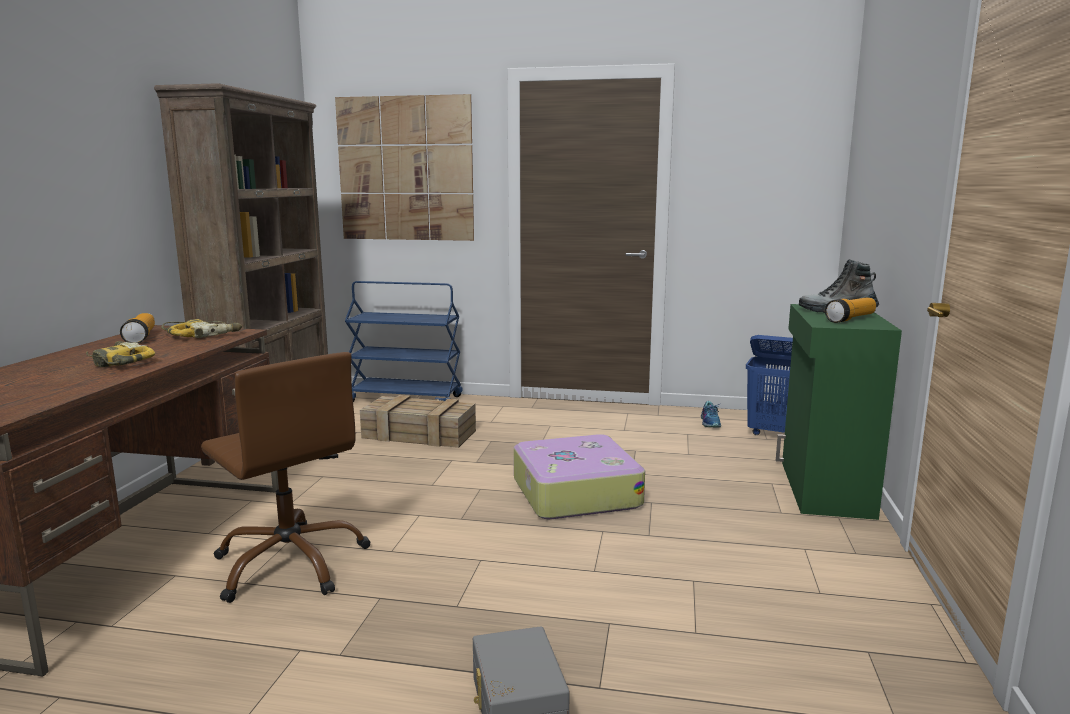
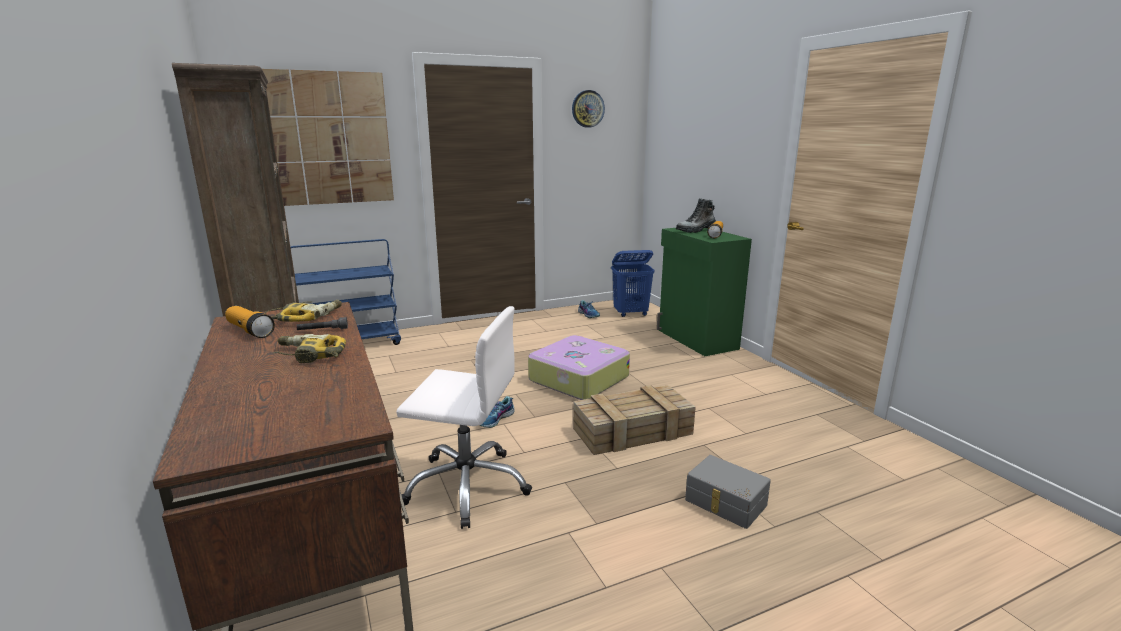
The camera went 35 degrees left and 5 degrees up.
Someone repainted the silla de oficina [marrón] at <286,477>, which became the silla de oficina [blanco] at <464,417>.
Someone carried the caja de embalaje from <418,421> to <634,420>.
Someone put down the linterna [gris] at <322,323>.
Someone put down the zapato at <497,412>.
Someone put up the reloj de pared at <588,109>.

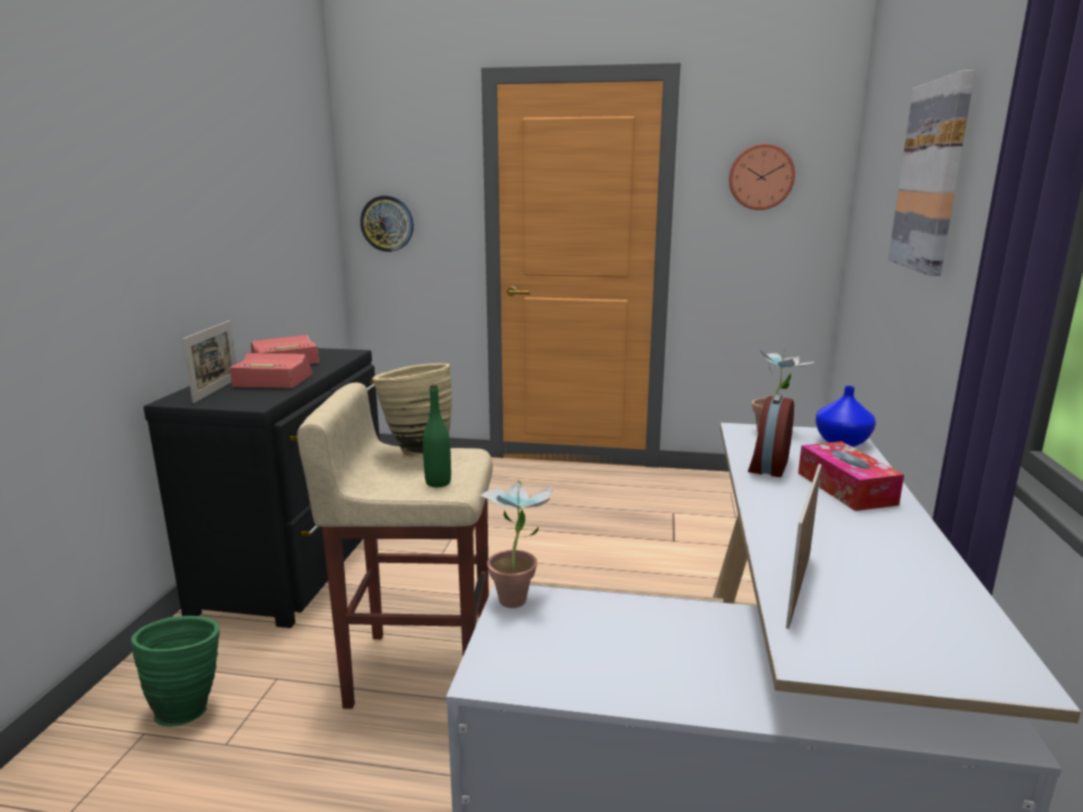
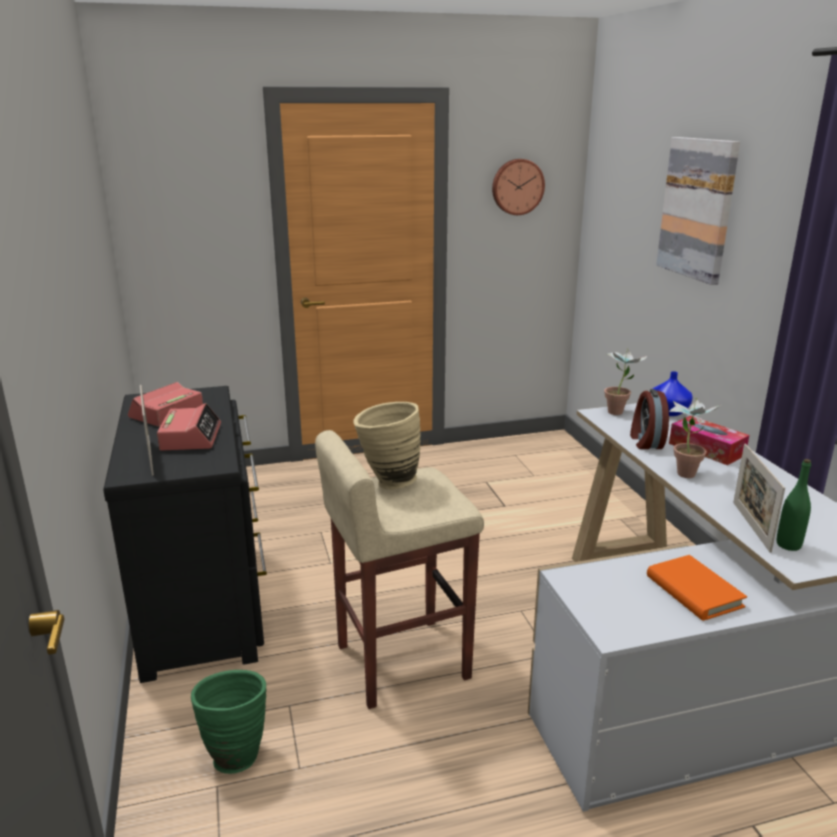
The camera went 25 degrees left and 5 degrees up.
Someone rotated the despertador at <271,370> by 105 degrees clockwise.
Someone took away the reloj de pared at <387,224>.
Someone carried the botella [verde] from <437,435> to <794,505>.
Someone carried the planta en maceta from <515,544> to <695,437>.
Someone put down the libro [naranja] at <697,588>.

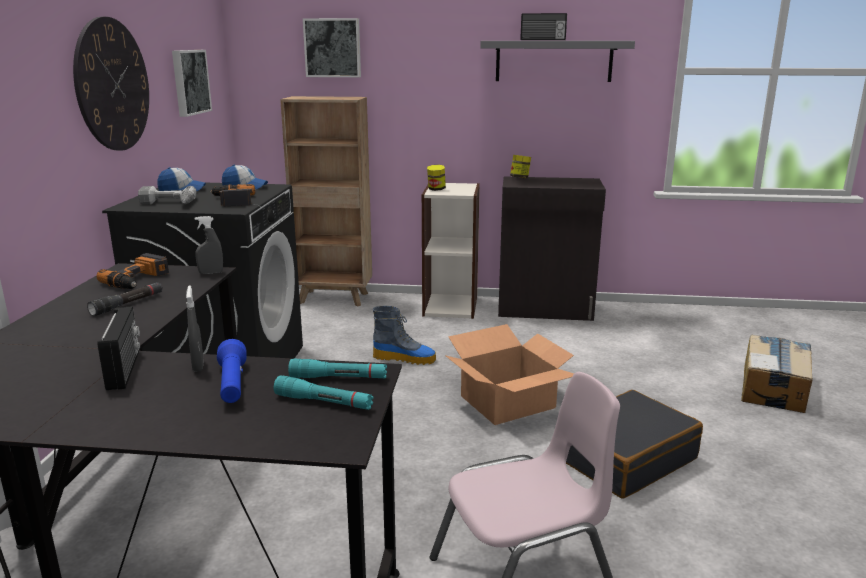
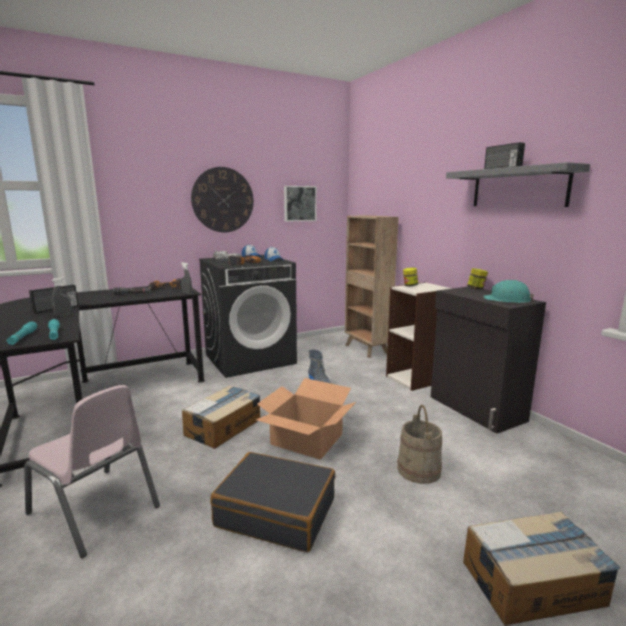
The camera went 55 degrees right and 5 degrees down.
Someone took away the linterna [azul] at <232,371>.
Someone took away the cuadro at <332,47>.
Someone put down the caja de cartón at <221,417>.
Someone put down the cubo [beis] at <419,444>.
Someone put down the casco [turquesa] at <508,291>.

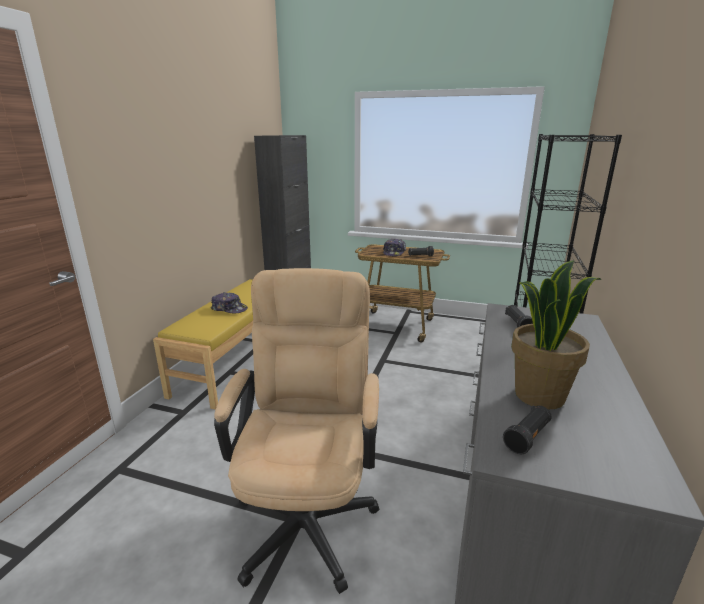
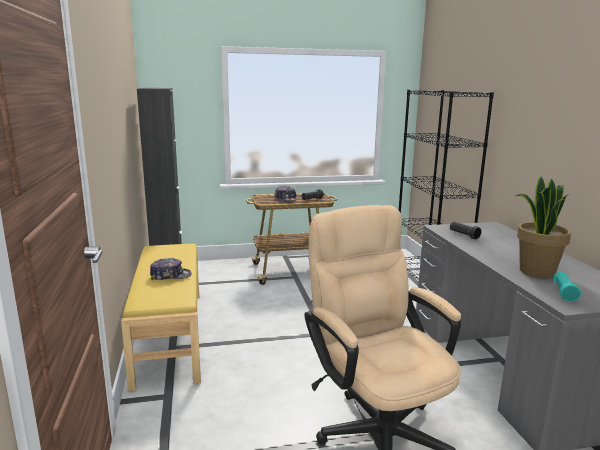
The camera went 30 degrees left and 5 degrees down.
Someone repainted the linterna [negro] at <527,430>, which became the linterna [turquesa] at <567,287>.

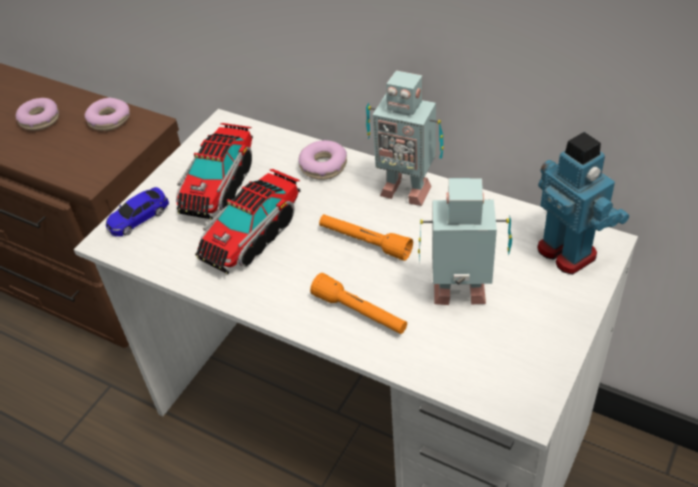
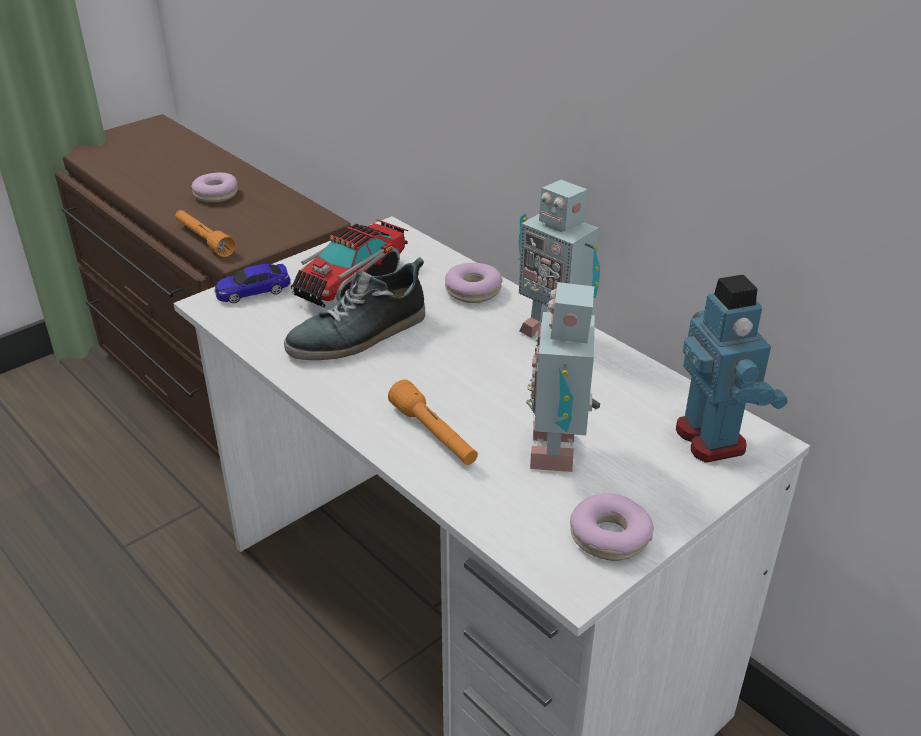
The camera went 15 degrees right and 10 degrees down.
Someone carried the rosquilla from <107,114> to <612,527>.
Someone swapped the camión de juguete at <247,221> for the zapato at <354,308>.
Someone carried the linterna [naranja] from <366,237> to <205,233>.
Someone rotated the robot de juguete at <465,241> by 105 degrees counterclockwise.

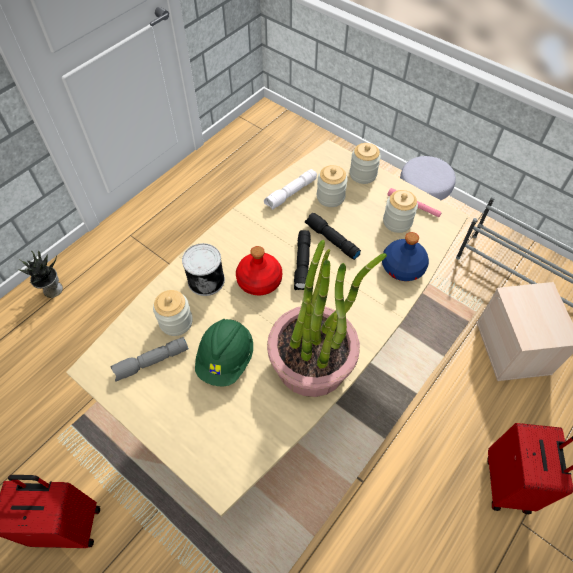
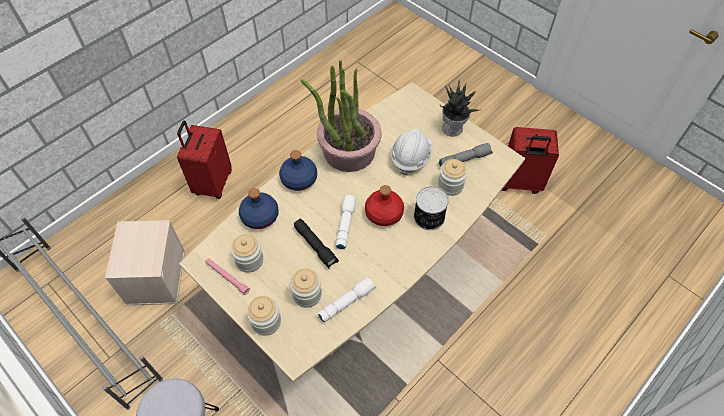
The camera went 175 degrees left and 0 degrees up.
Someone carried the planta en maceta from <40,274> to <461,108>.
Someone repainted the casco [verde] at <224,352>, which became the casco [blanco] at <411,152>.
Someone repainted the linterna [negro] at <302,260>, which became the linterna [blanco] at <345,222>.
Someone put down the botella [azul] at <298,170>.

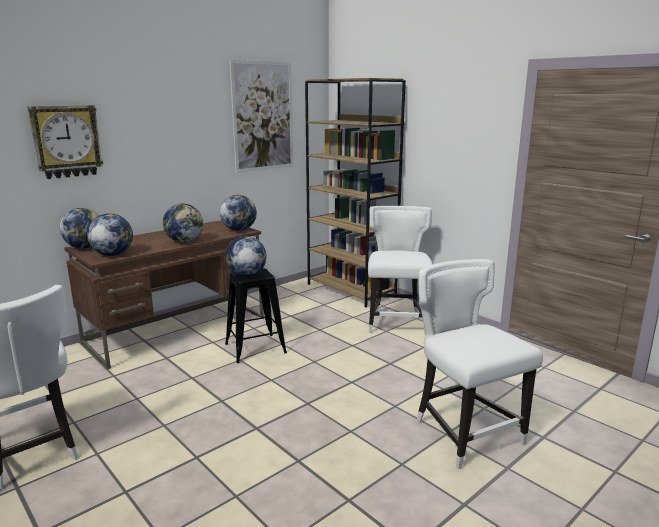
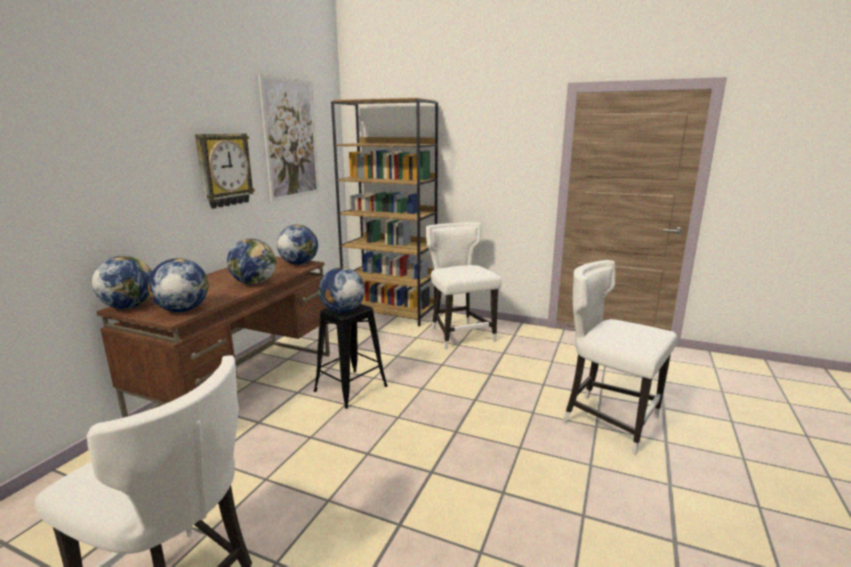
The camera went 25 degrees left and 0 degrees up.
Someone carried the reloj de pared from <65,142> to <225,171>.

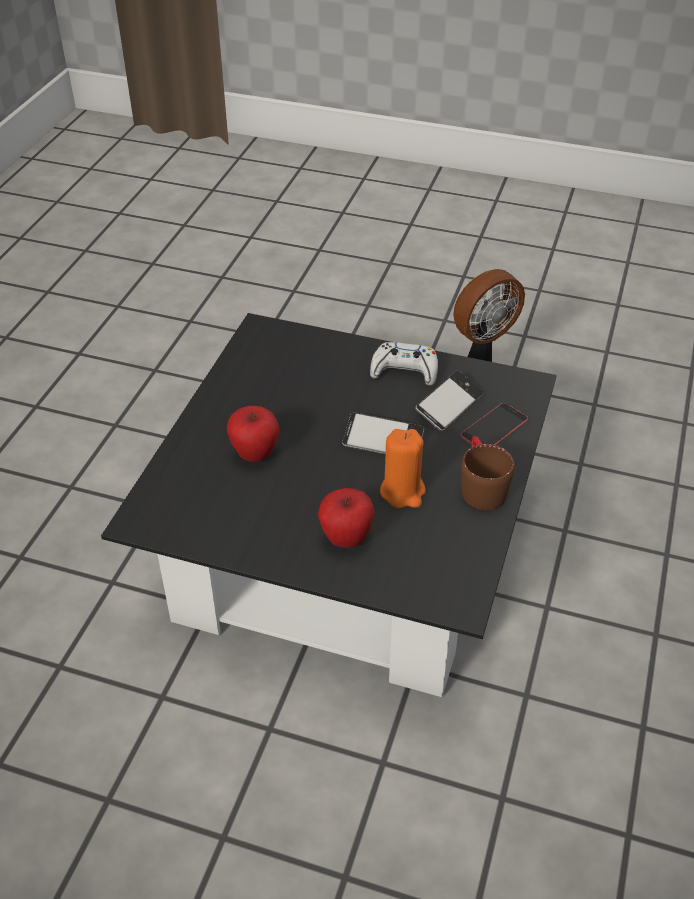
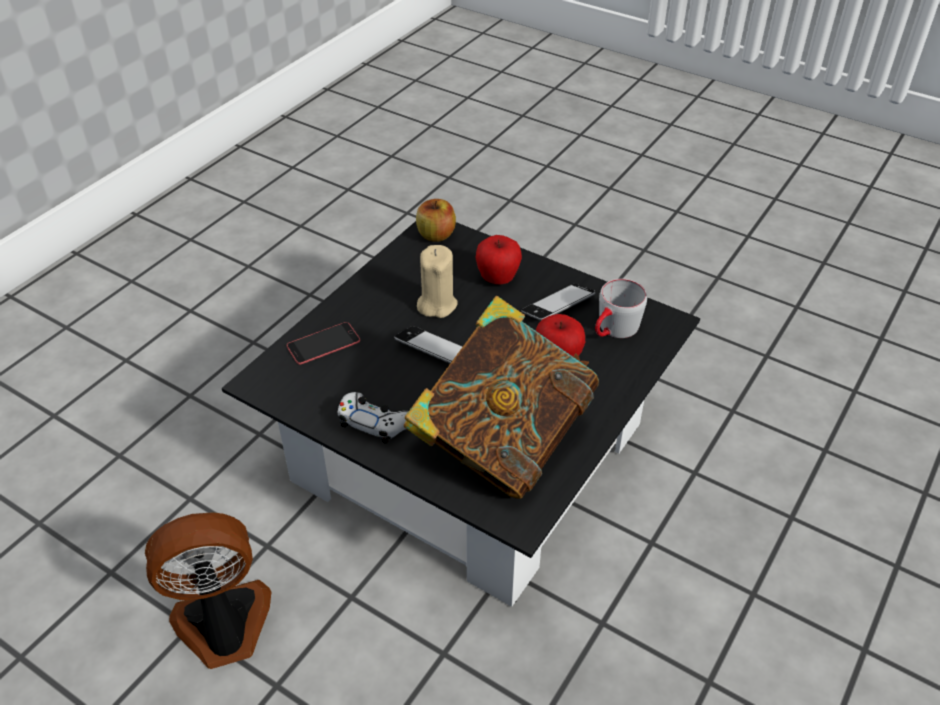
The camera went 165 degrees left and 0 degrees up.
Someone repainted the vela [naranja] at <403,469>, which became the vela [beis] at <437,281>.
Someone carried the móvil from <449,401> to <558,302>.
Someone took away the taza grande [marrón] at <488,473>.
Someone put down the libro at <501,397>.
Someone put down the manzana at <436,220>.
Someone put down the taza grande [gris] at <621,308>.

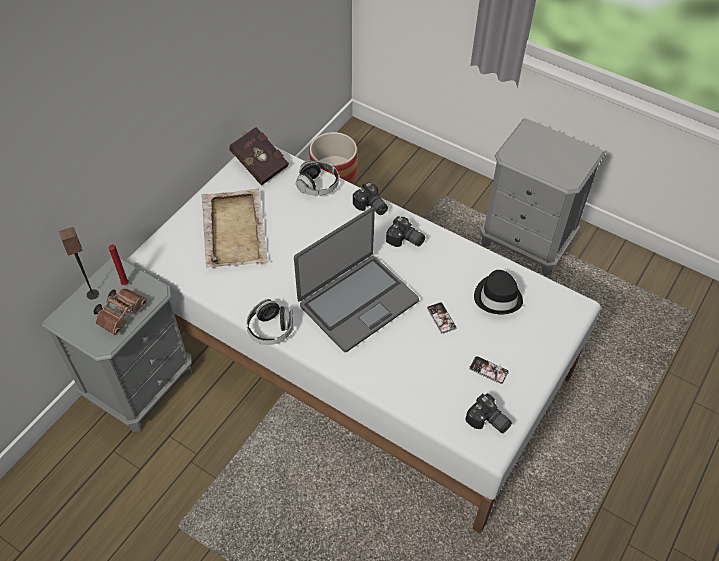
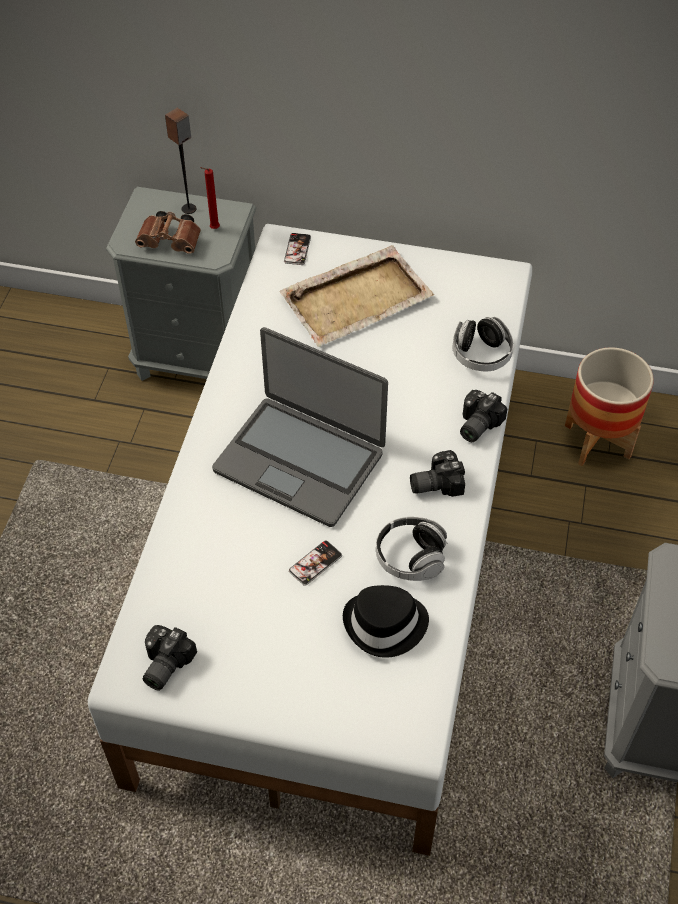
The camera went 70 degrees right and 0 degrees up.
Someone took away the libro [rojo] at <259,156>.
Someone carried the auriculares from <269,322> to <412,549>.
Someone rotated the cámara at <405,231> by 60 degrees clockwise.
Someone carried the móvil from <489,370> to <297,249>.

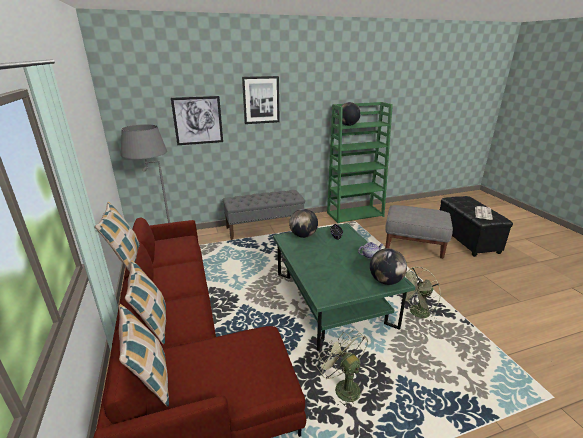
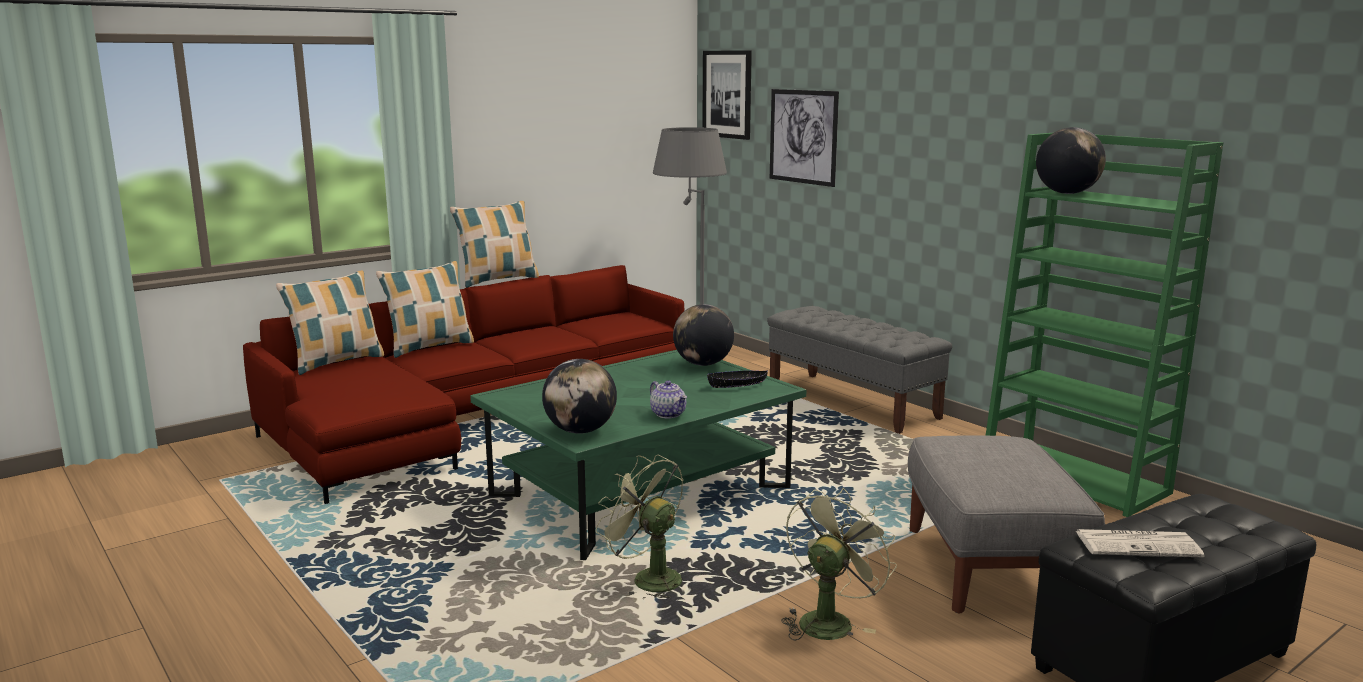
The camera went 70 degrees right and 10 degrees down.
Someone carried the cuadro from <261,100> to <727,95>.
Someone carried the ventilador [verde] from <342,369> to <839,564>.

